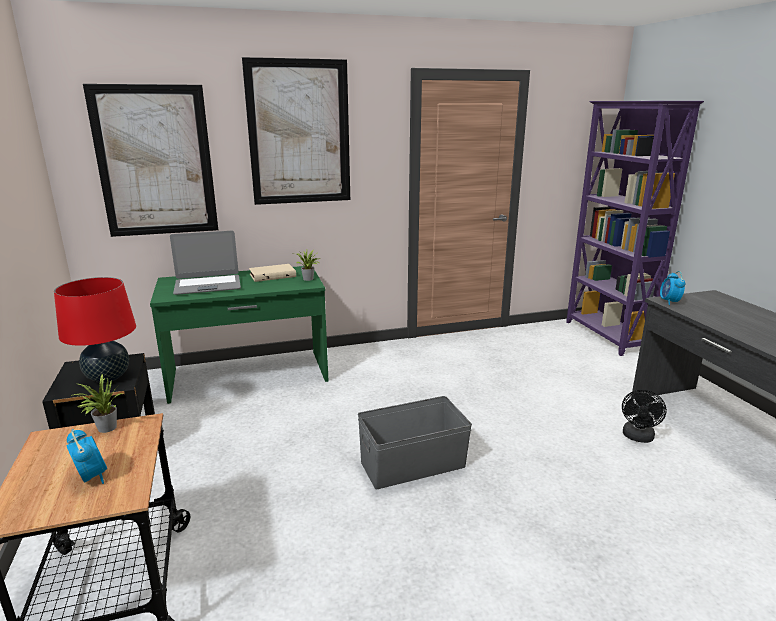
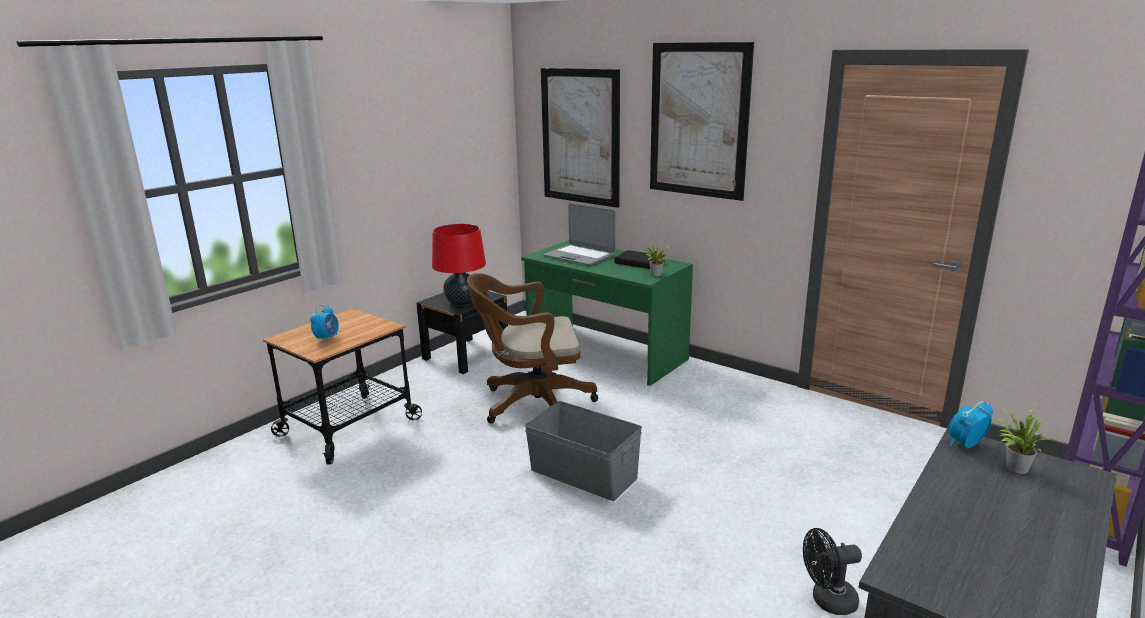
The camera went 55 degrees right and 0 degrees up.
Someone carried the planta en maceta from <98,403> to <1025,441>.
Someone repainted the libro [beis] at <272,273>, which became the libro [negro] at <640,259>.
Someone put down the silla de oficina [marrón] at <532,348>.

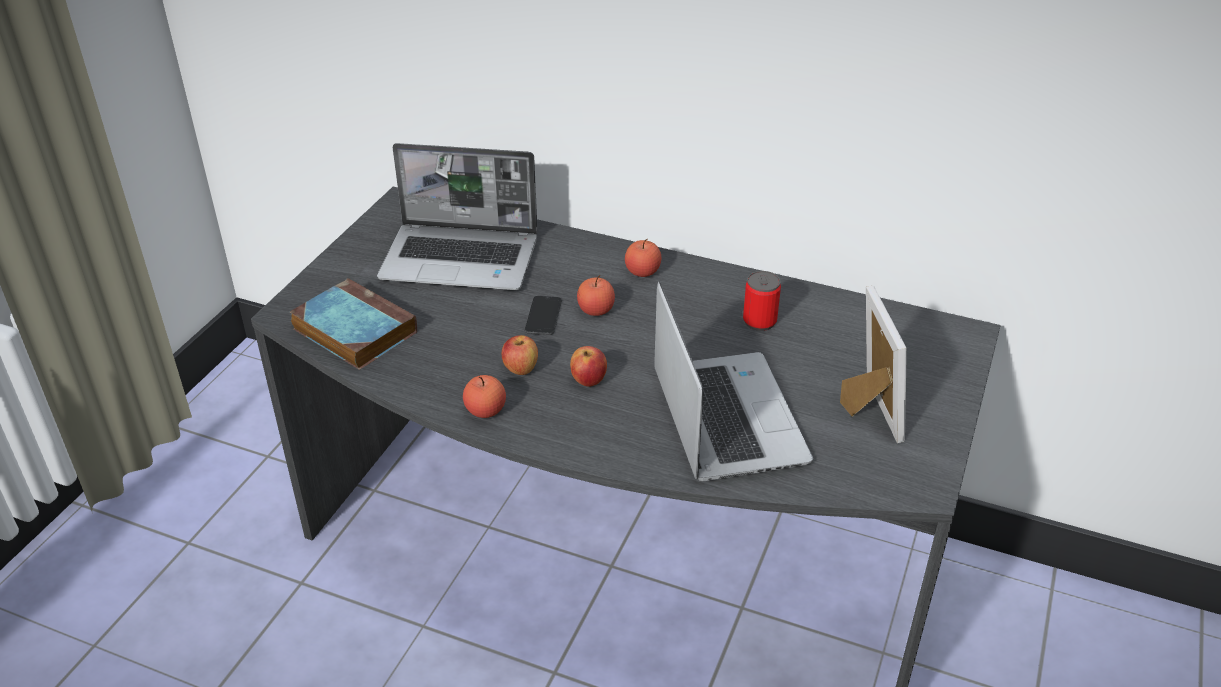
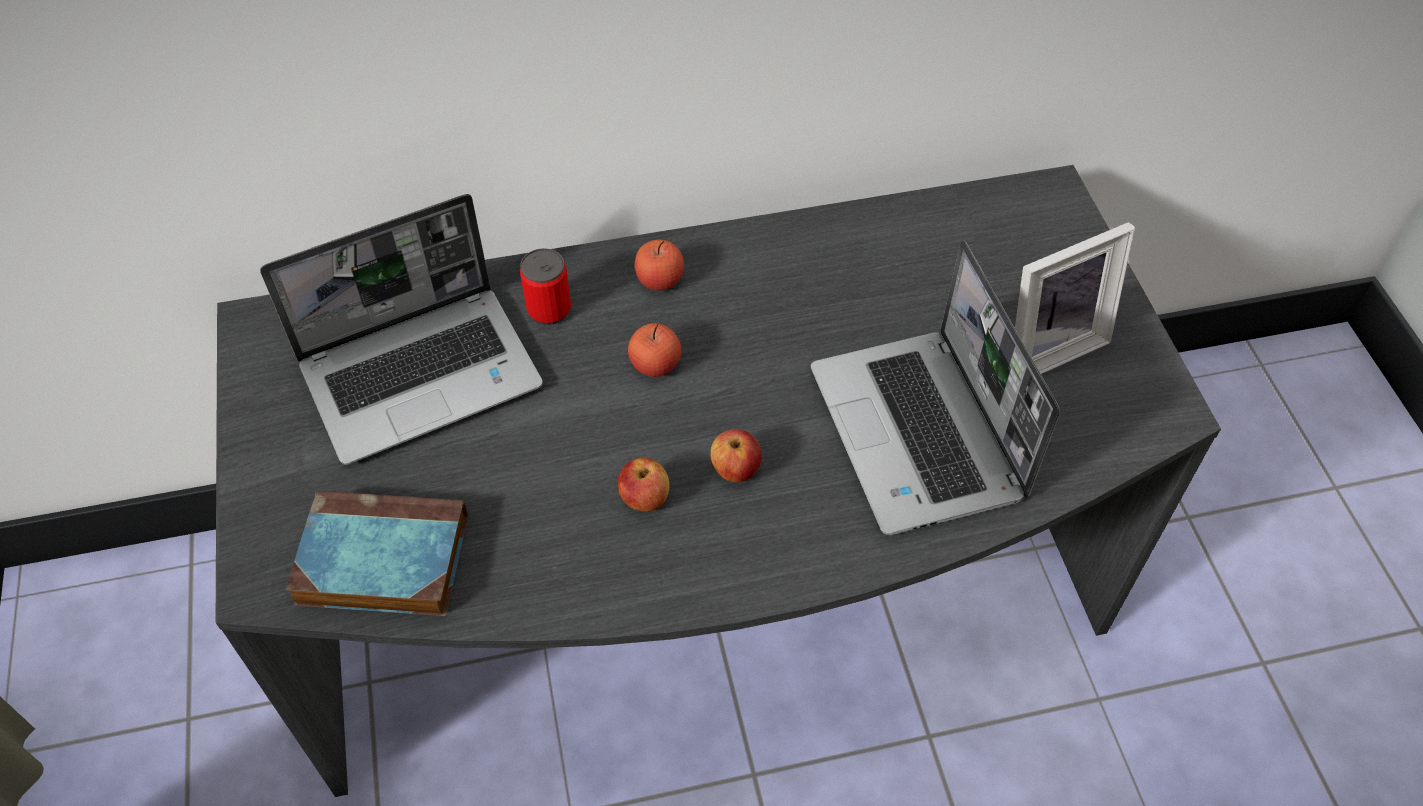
The camera went 35 degrees left and 15 degrees up.
Someone took away the manzana at <484,396>.
Someone took away the móvil at <543,315>.
Someone rotated the portátil at <733,381> by 150 degrees counterclockwise.
Someone carried the lata from <762,301> to <545,286>.
Someone rotated the portarretratos at <873,364> by 105 degrees clockwise.

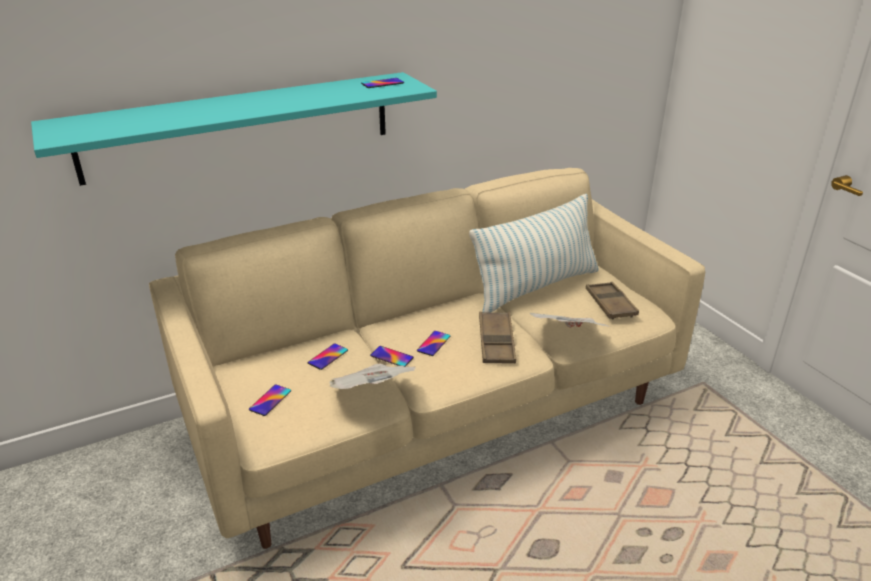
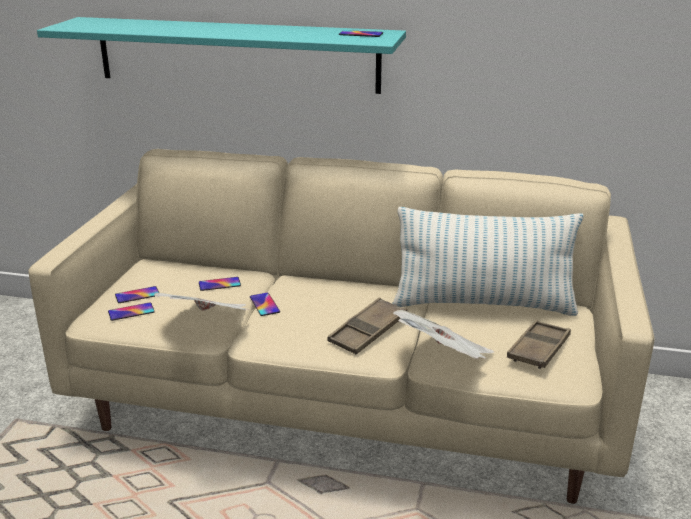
The camera went 40 degrees right and 5 degrees down.
Someone carried the móvil from <433,343> to <131,311>.

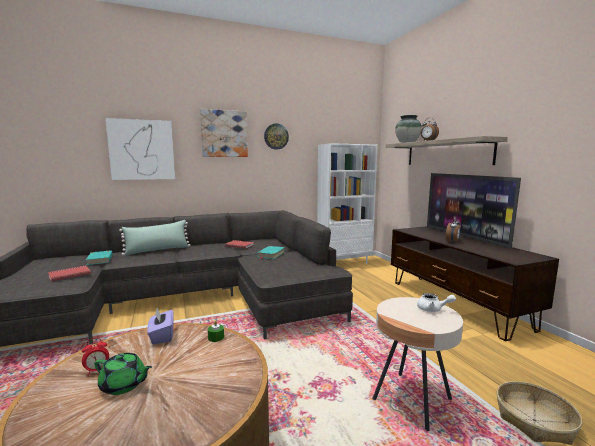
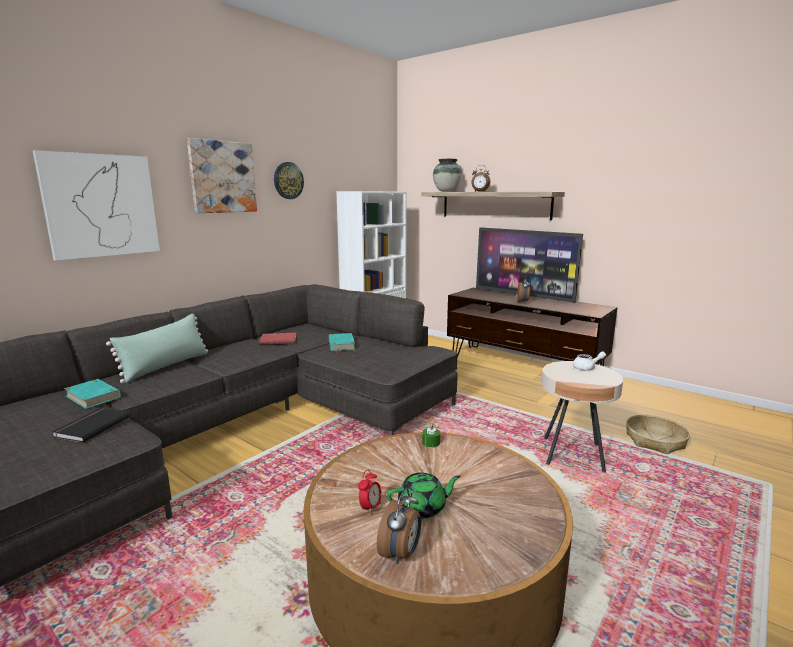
The camera went 30 degrees left and 5 degrees up.
Someone repainted the libro [rojo] at <69,273>, which became the libro [negro] at <90,425>.
Someone took away the caja de pañuelos [morado] at <160,326>.
Someone put down the despertador at <399,526>.

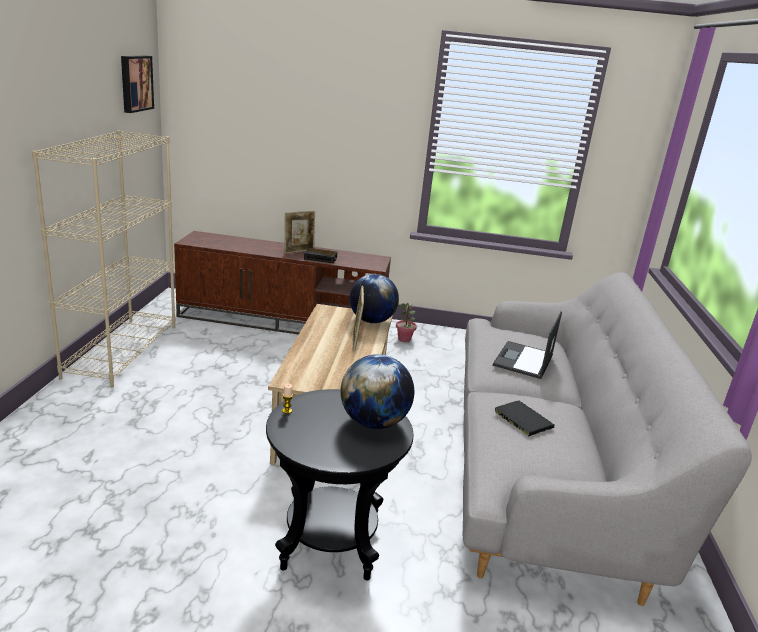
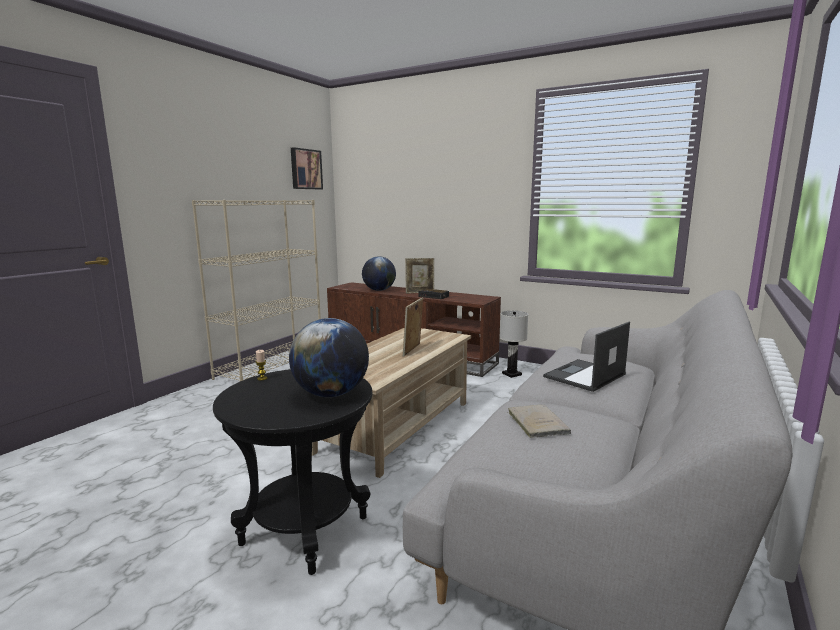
The camera went 25 degrees right and 10 degrees down.
Someone carried the globo terráqueo from <374,298> to <379,273>.
Someone swapped the planta en maceta at <406,322> for the lámpara de mesa [blanco] at <514,344>.
Someone repainted the libro [negro] at <523,418>, which became the libro [beis] at <539,421>.

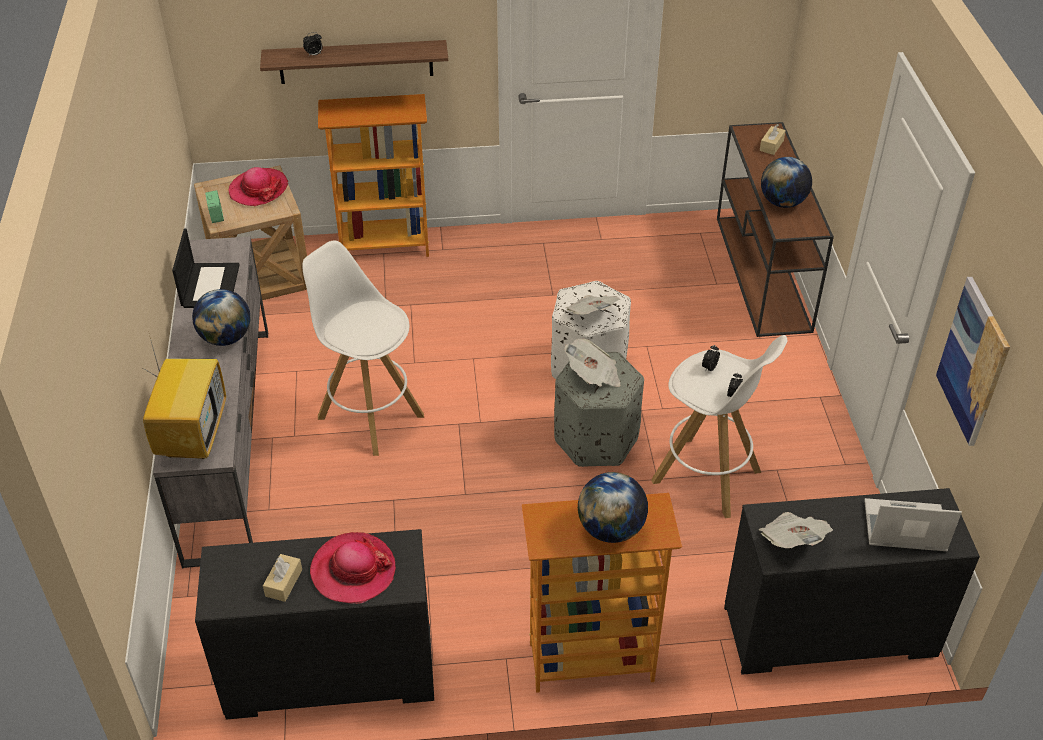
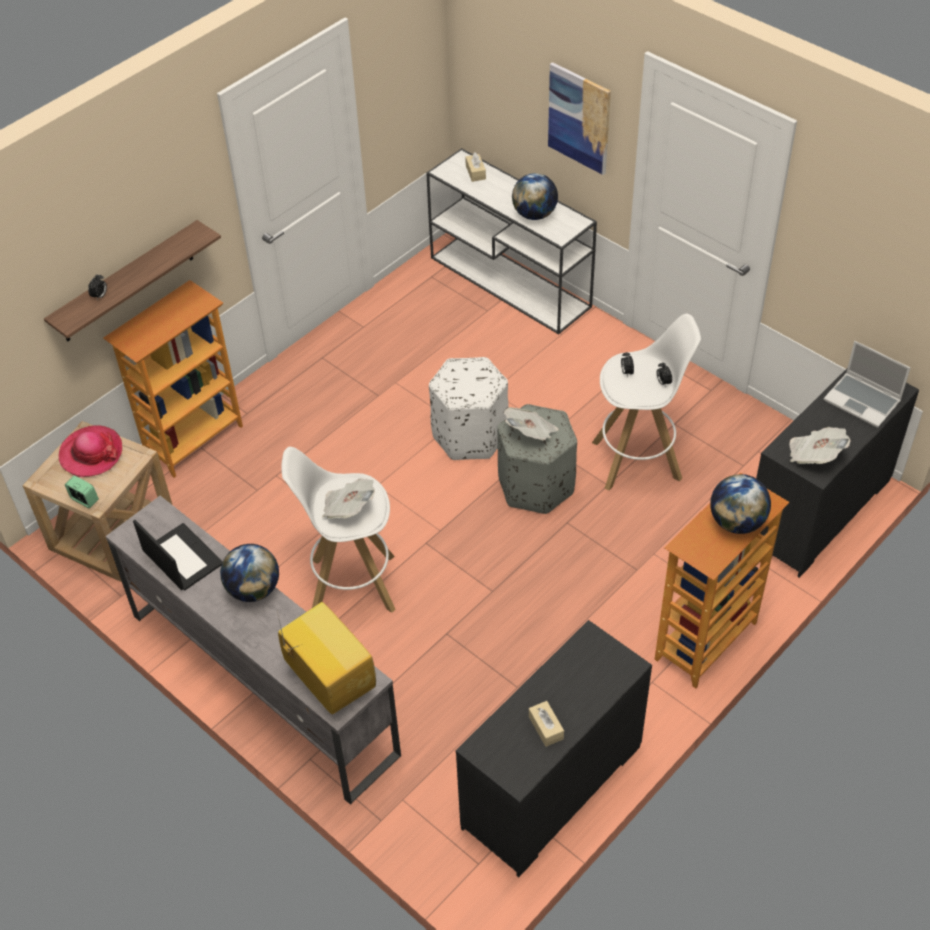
The camera went 40 degrees left and 5 degrees up.
Someone took away the sombrero at <353,568>.
Someone carried the periódico from <593,304> to <348,498>.
Someone repainted the mesa consola [marrón] at <775,229>, which became the mesa consola [blanco] at <511,241>.
Someone rotated the portátil at <913,524> by 105 degrees counterclockwise.
Someone carried the cuadro from <973,361> to <579,118>.

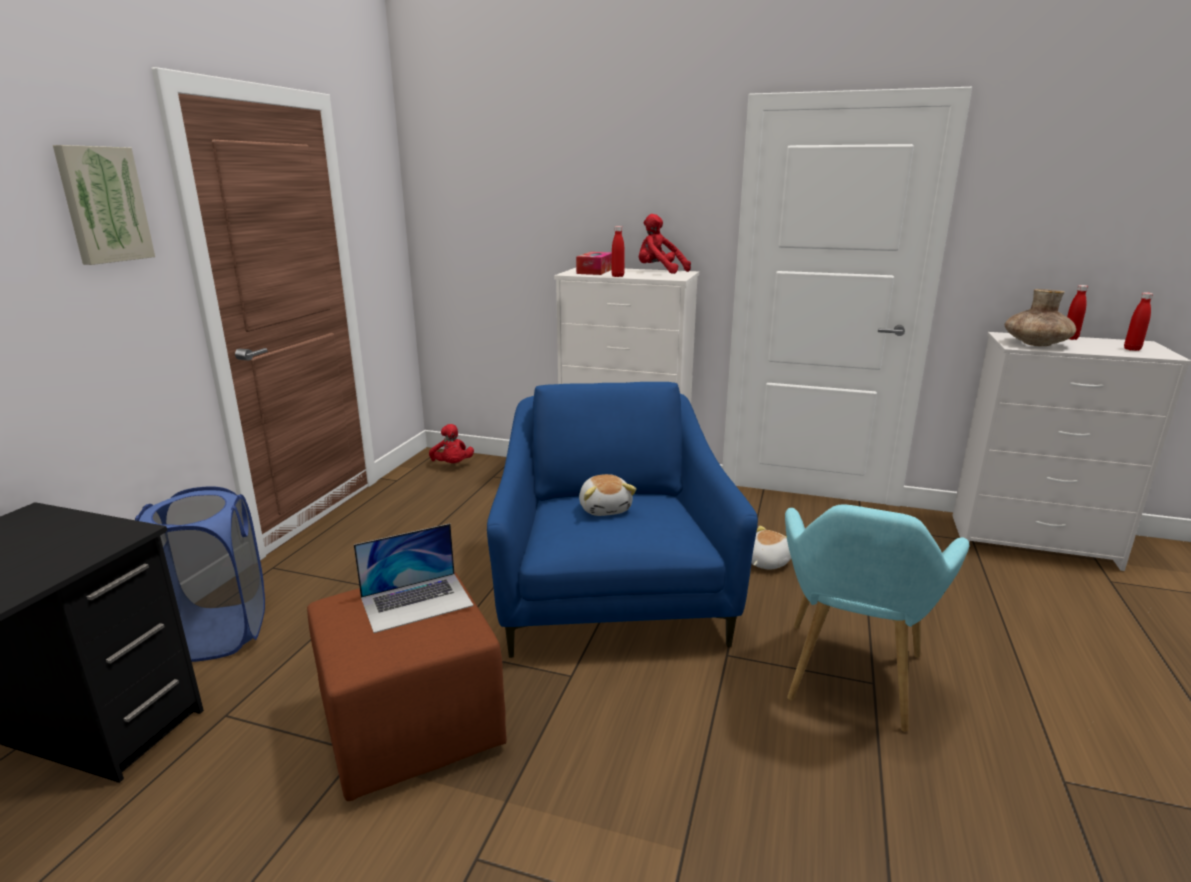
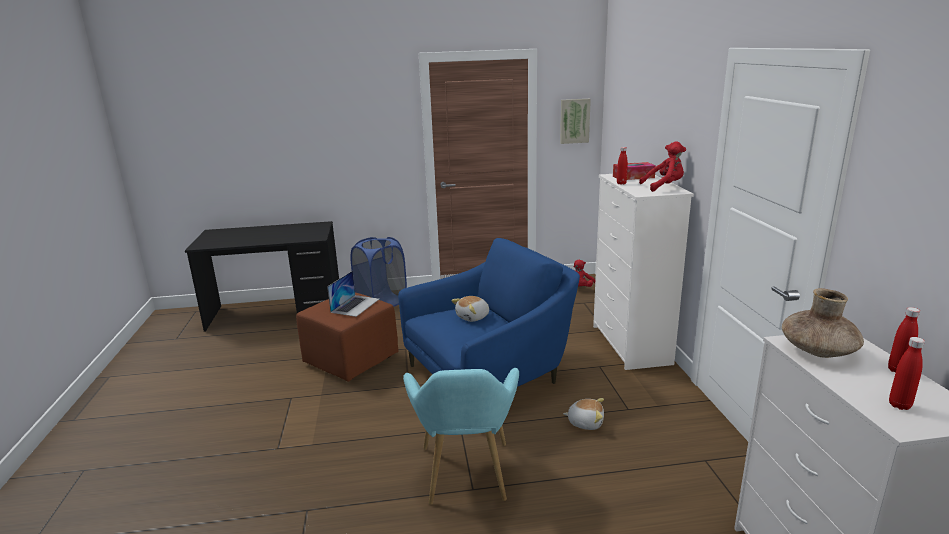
The camera went 65 degrees right and 0 degrees up.
Someone carried the cuadro from <104,205> to <575,121>.
Someone rotated the portátil at <414,578> by 105 degrees counterclockwise.
Someone rotated the peluche [rojo] at <665,244> by 75 degrees clockwise.
Someone rotated the sillón [turquesa] at <877,618> by 90 degrees counterclockwise.

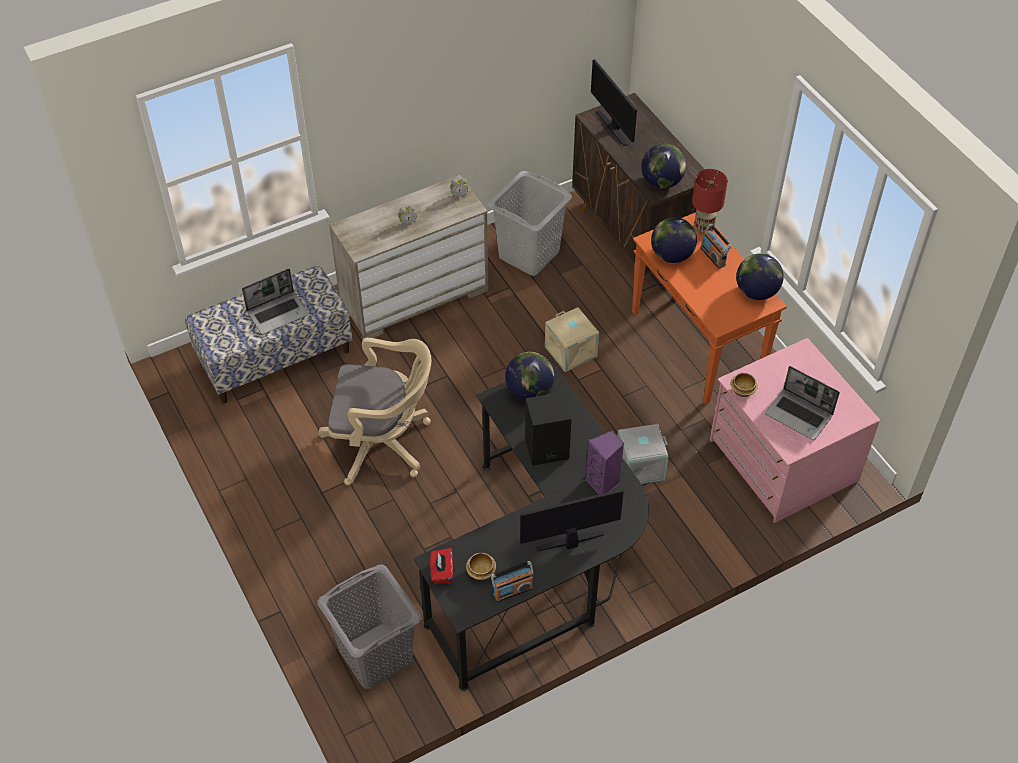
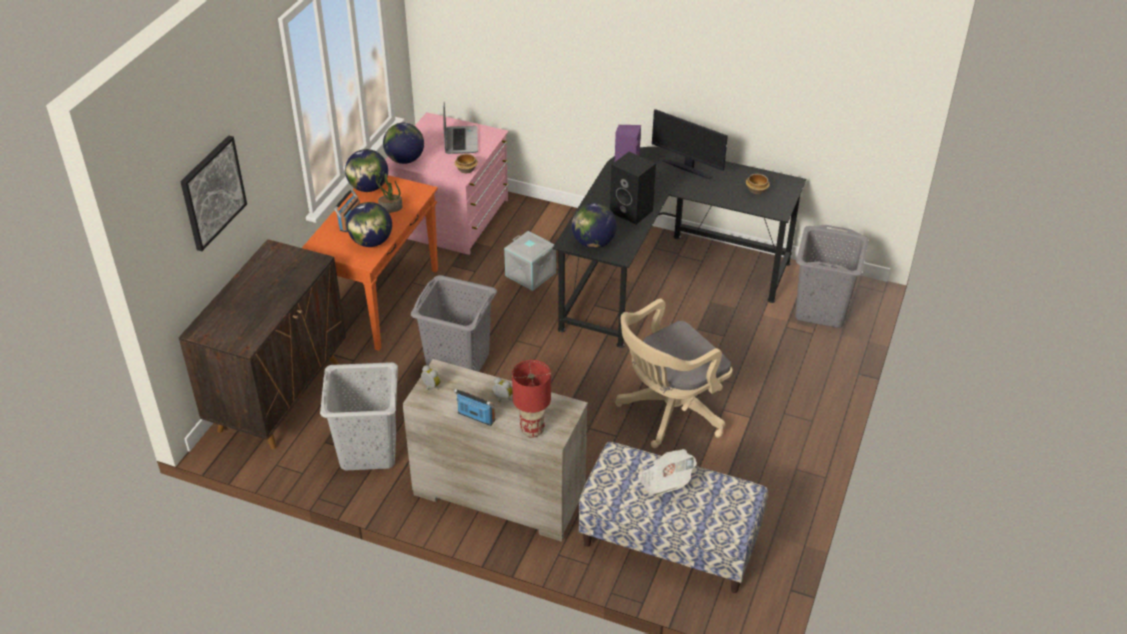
The camera went 130 degrees left and 10 degrees down.
Someone swapped the portátil at <275,302> for the periódico at <667,472>.
Someone rotated the silla de oficina [beis] at <374,412> by 90 degrees counterclockwise.
Someone took away the caja de pañuelos [rojo] at <441,566>.
Someone carried the radio from <512,581> to <474,407>.
Someone swapped the caja de almacenaje [beis] at <572,339> for the cesto de la ropa [gris] at <454,323>.
Someone took away the monitor at <614,102>.
Someone carried the globo terráqueo from <663,166> to <403,143>.
Someone carried the lámpara de mesa [rojo] from <710,202> to <531,399>.
Someone put up the cuadro at <214,193>.
Someone put down the planta en maceta at <389,193>.

